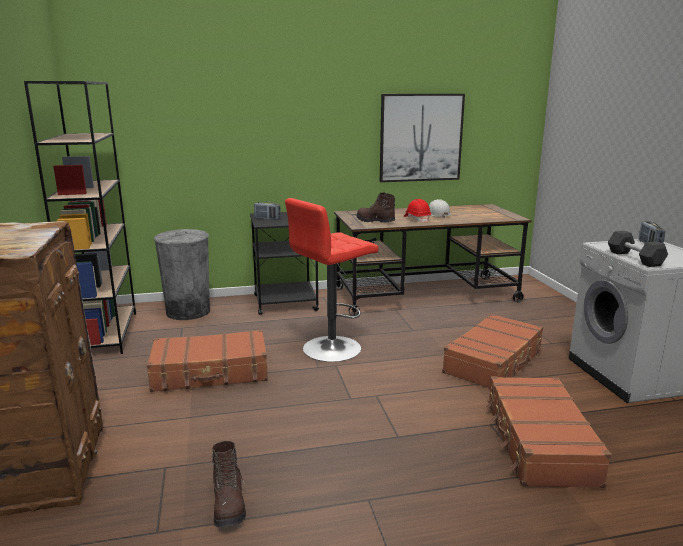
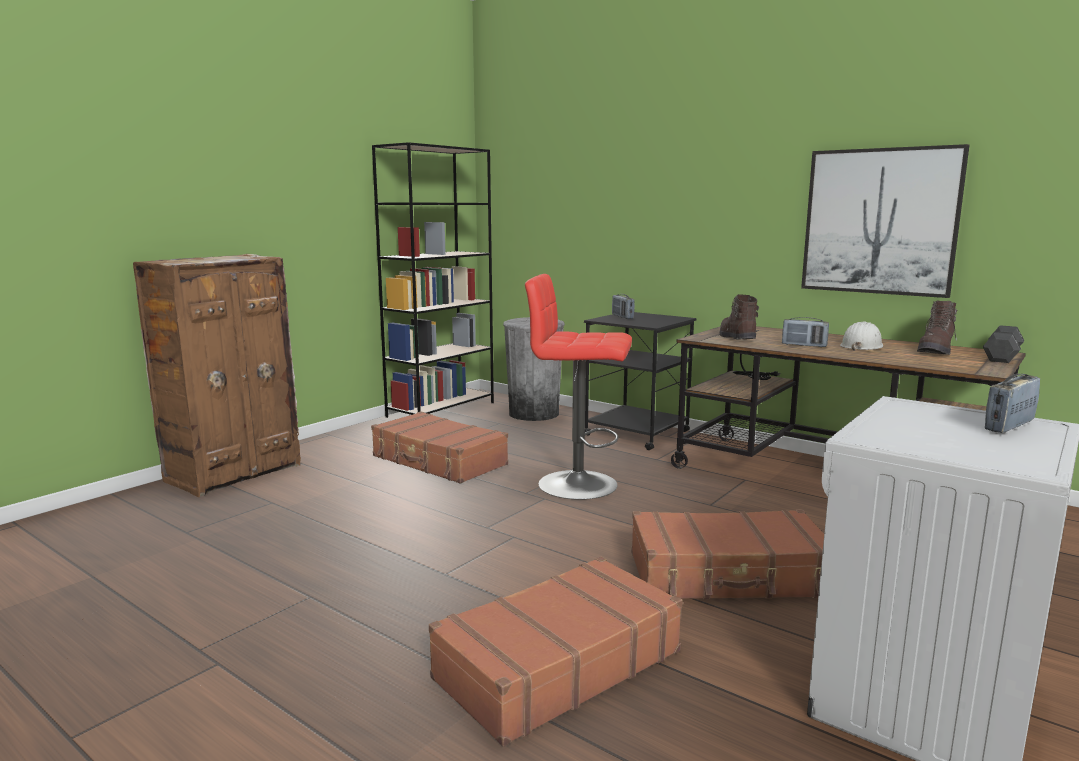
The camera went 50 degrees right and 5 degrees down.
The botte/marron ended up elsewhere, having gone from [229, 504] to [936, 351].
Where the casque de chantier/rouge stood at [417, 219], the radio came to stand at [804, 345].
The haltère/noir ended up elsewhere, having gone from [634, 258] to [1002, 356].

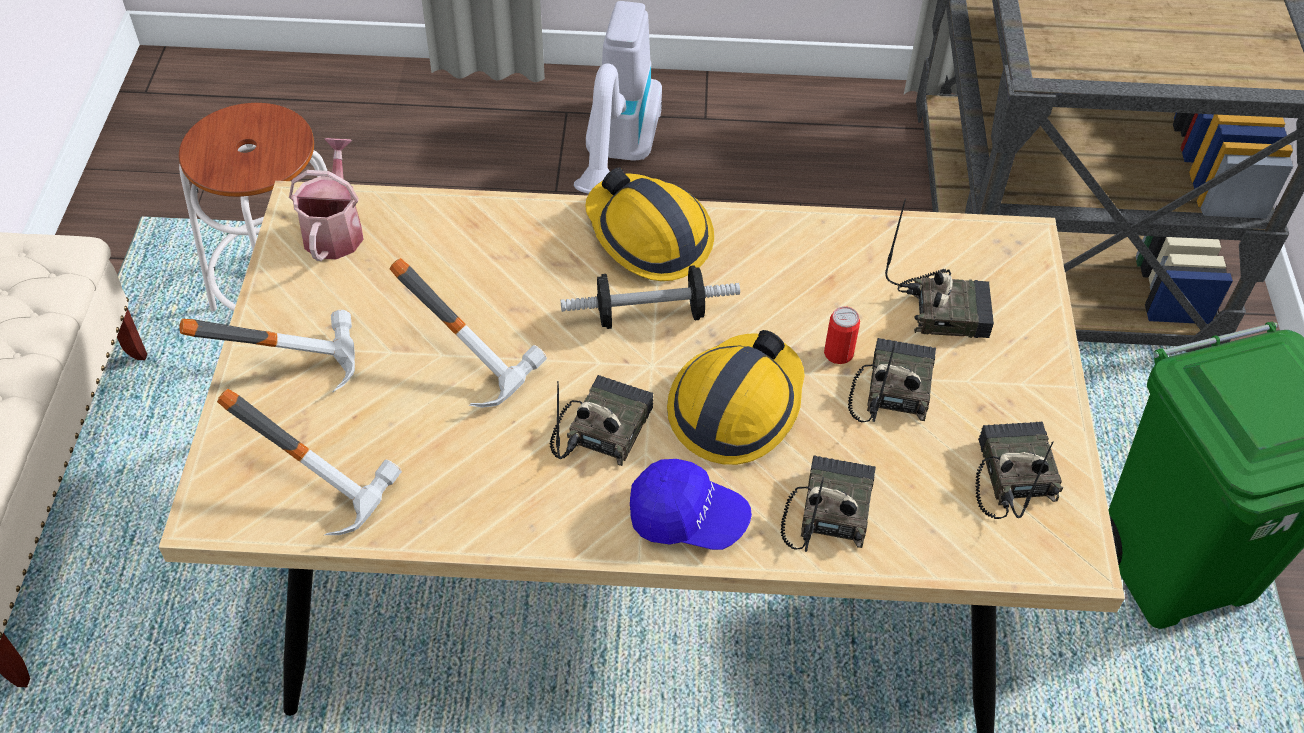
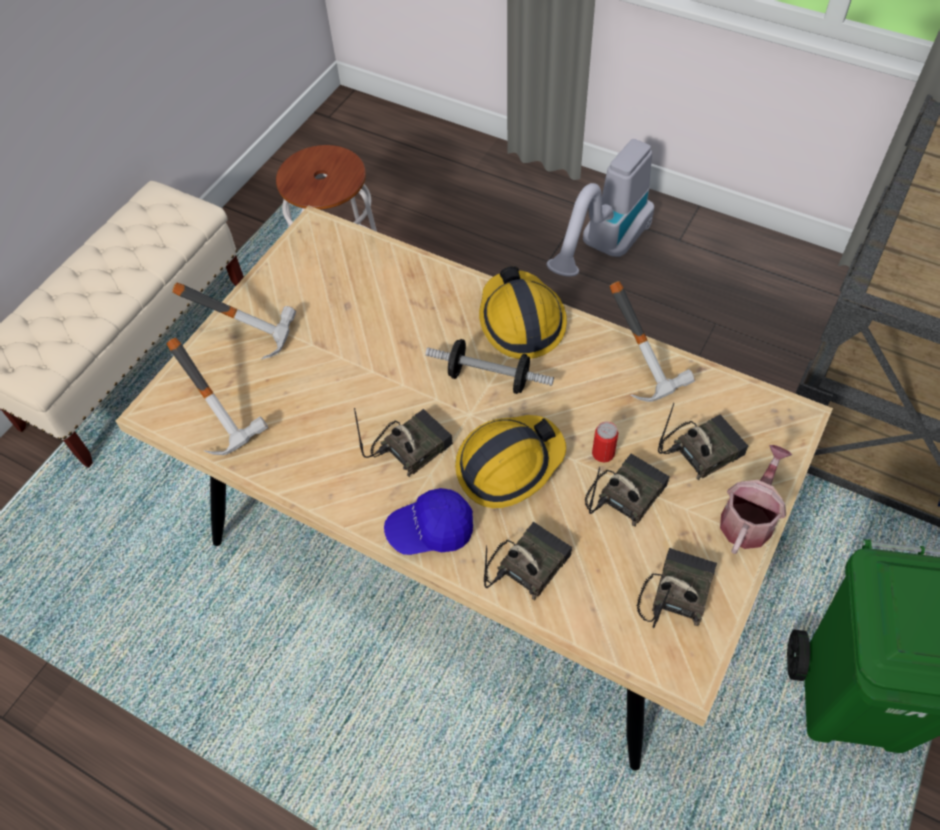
The camera went 30 degrees right and 5 degrees up.
The arrosoir ended up elsewhere, having gone from [335, 229] to [749, 518].
The marteau ended up elsewhere, having gone from [477, 357] to [647, 364].
The casquette/bleu at [687, 518] ended up facing another way, 120 degrees clockwise from before.
The radio at [945, 310] ended up facing another way, 60 degrees counterclockwise from before.

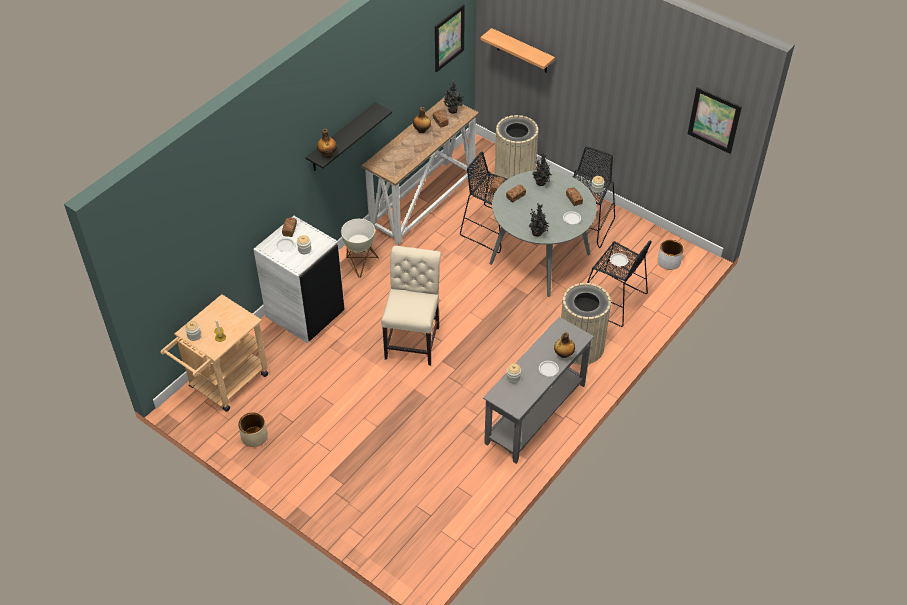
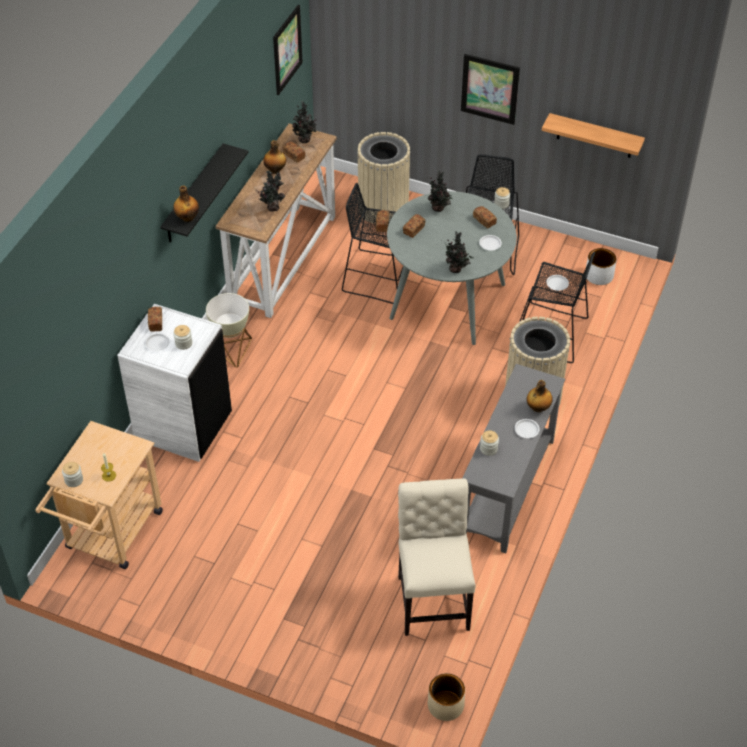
The camera went 15 degrees left and 0 degrees up.
The cache-pot/beige ended up elsewhere, having gone from [254, 436] to [445, 705].
The chaise/beige ended up elsewhere, having gone from [414, 340] to [433, 597].
The étagère ended up elsewhere, having gone from [522, 51] to [595, 136].
The tableau ended up elsewhere, having gone from [714, 120] to [490, 89].
The second view gained the plante en pot at [272, 207].

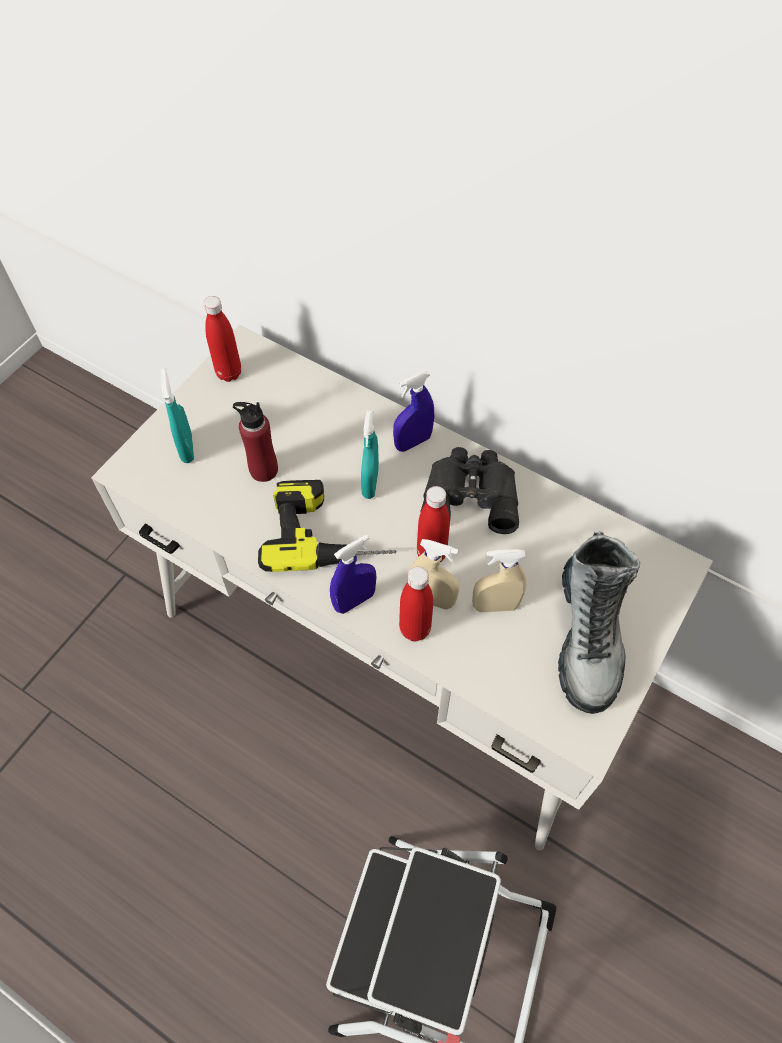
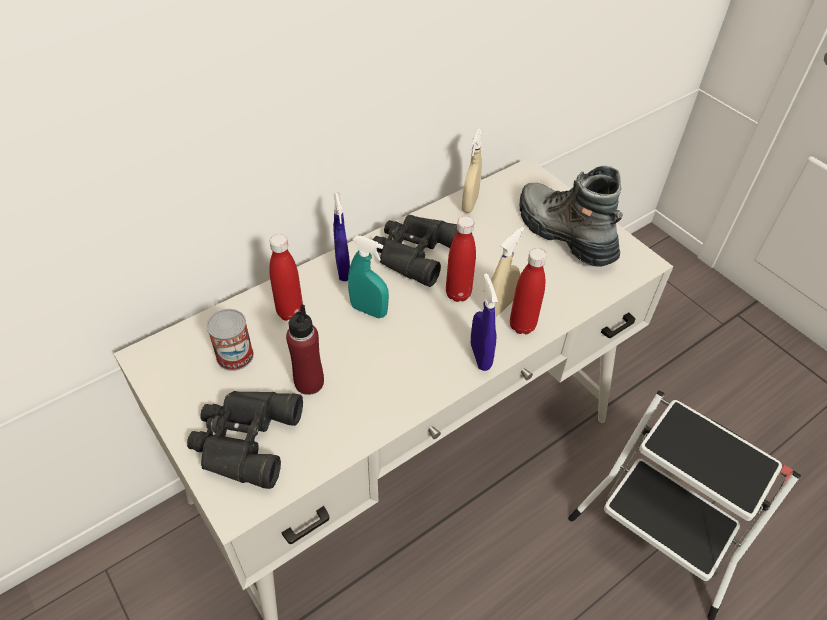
The camera went 70 degrees left and 10 degrees down.
Where the vaporisateur/turquoise stood at [187, 448], the jumelles/noir came to stand at [243, 440].
The bouteille/rouge ended up elsewhere, having gone from [229, 373] to [290, 312].
The second view lost the perceuse at [328, 531].
The vaporisateur/beige ended up elsewhere, having gone from [495, 606] to [469, 204].
The botte at [587, 636] ended up facing another way, 150 degrees counterclockwise from before.
The second view gained the boîte métallique at [235, 356].

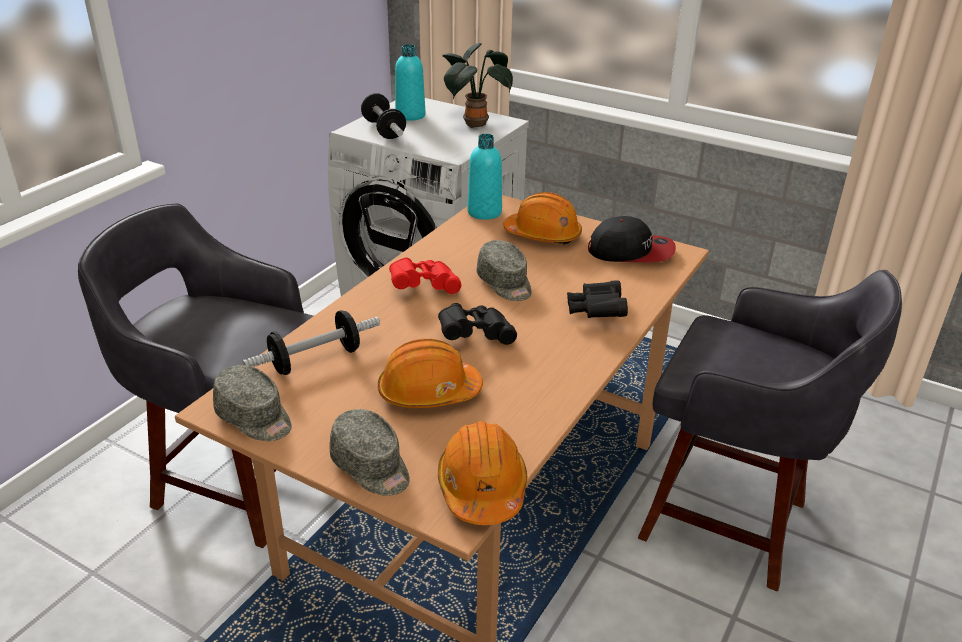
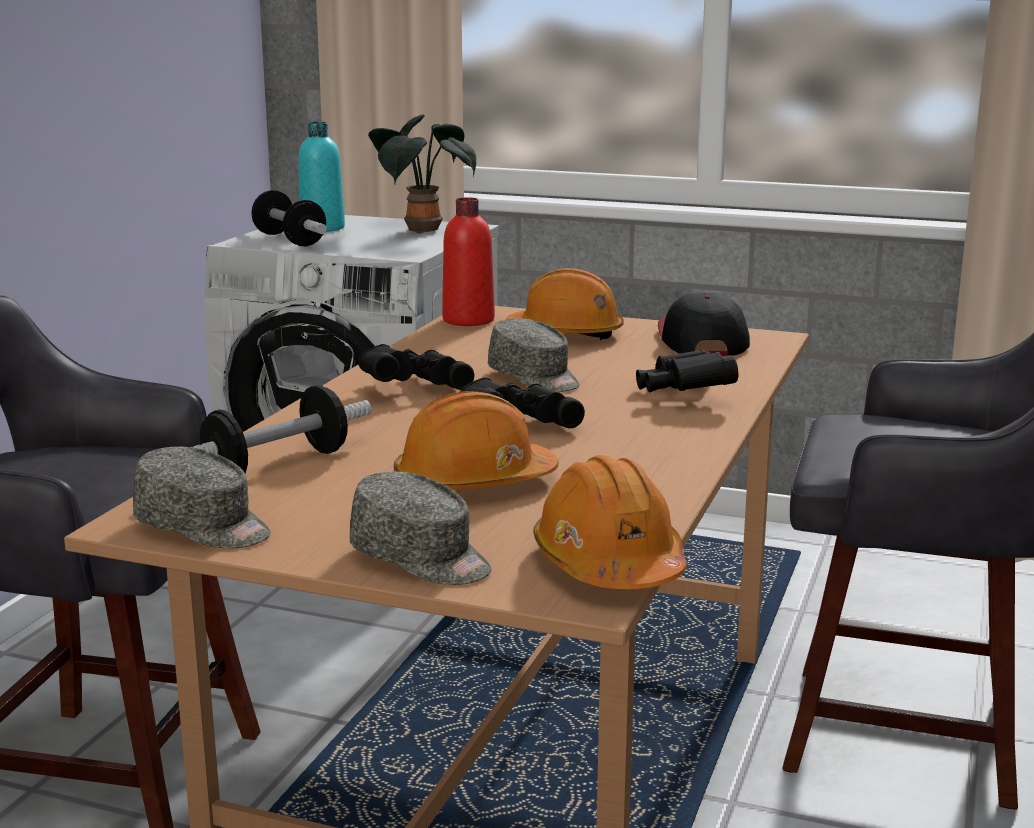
The camera went 10 degrees left and 15 degrees down.
What was the jumelles/rouge at [423, 286] turned into the jumelles/noir at [412, 388].
What was the bouteille/turquoise at [484, 212] turned into the bouteille/rouge at [468, 320].
The casquette at [631, 251] ended up facing another way, 90 degrees counterclockwise from before.

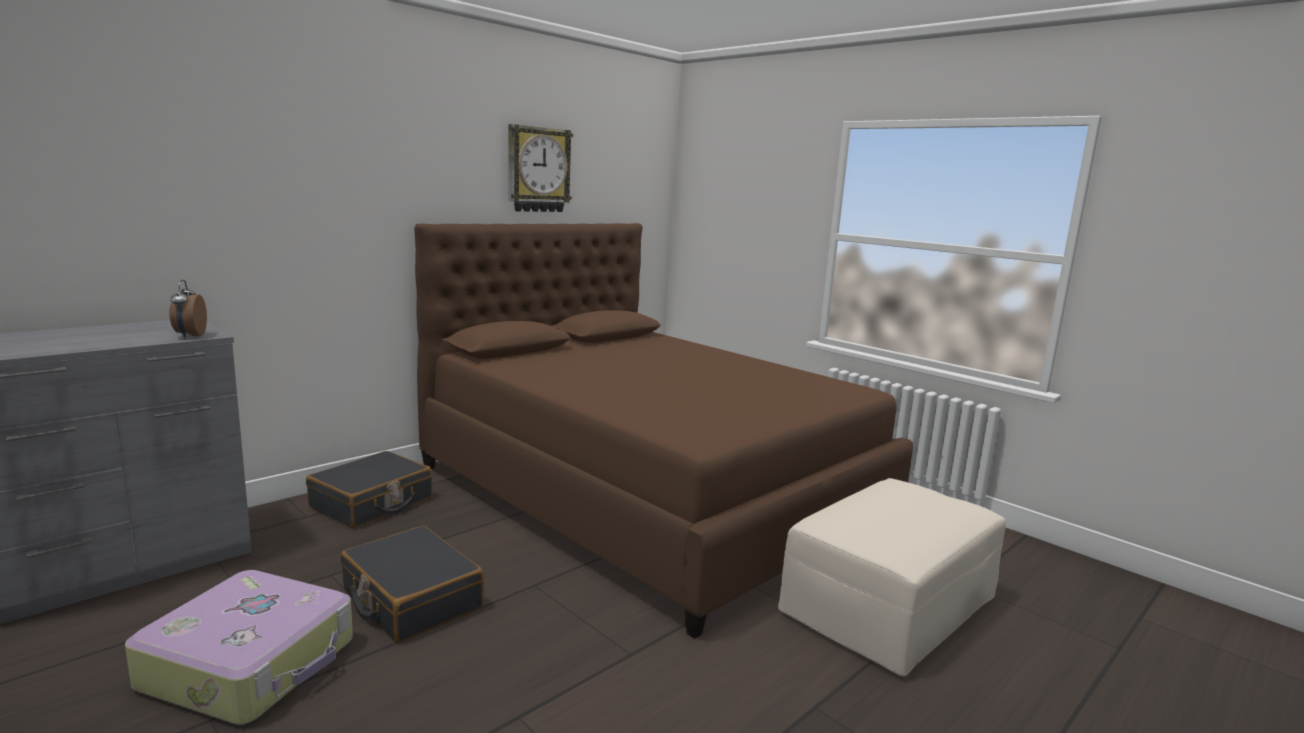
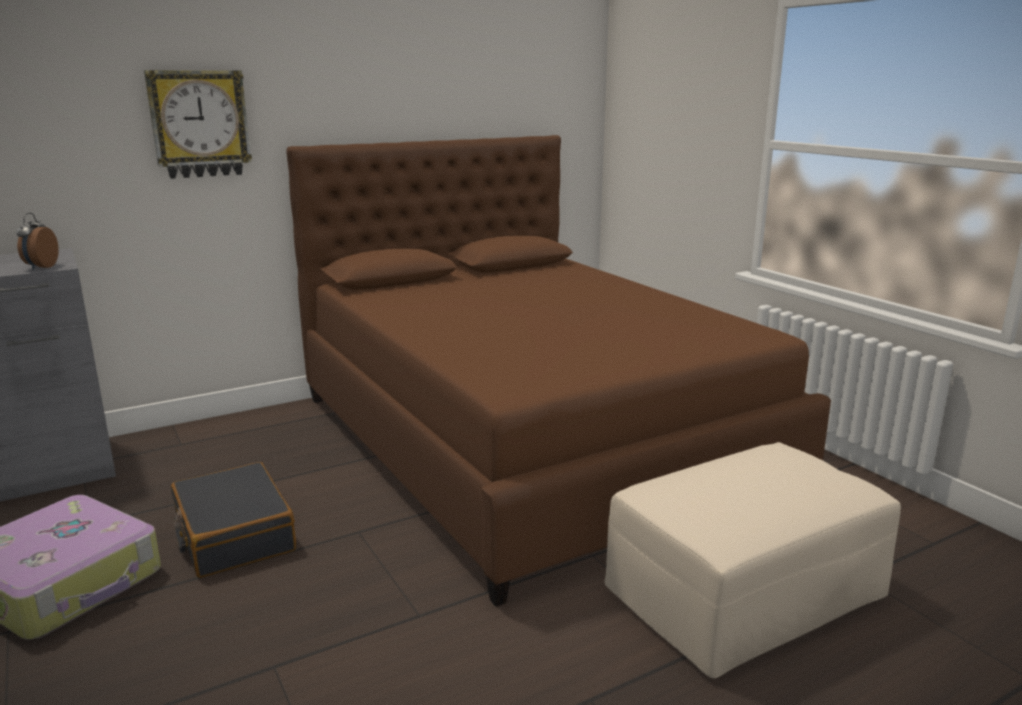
The camera went 15 degrees right and 5 degrees up.
The second view lost the valise/noir at [372, 503].
The horloge murale ended up elsewhere, having gone from [538, 170] to [199, 124].

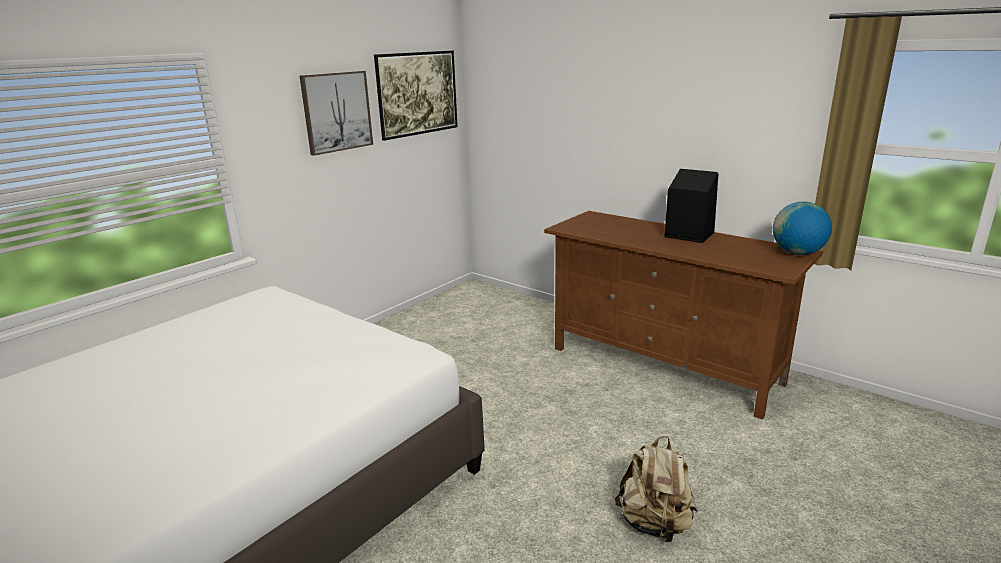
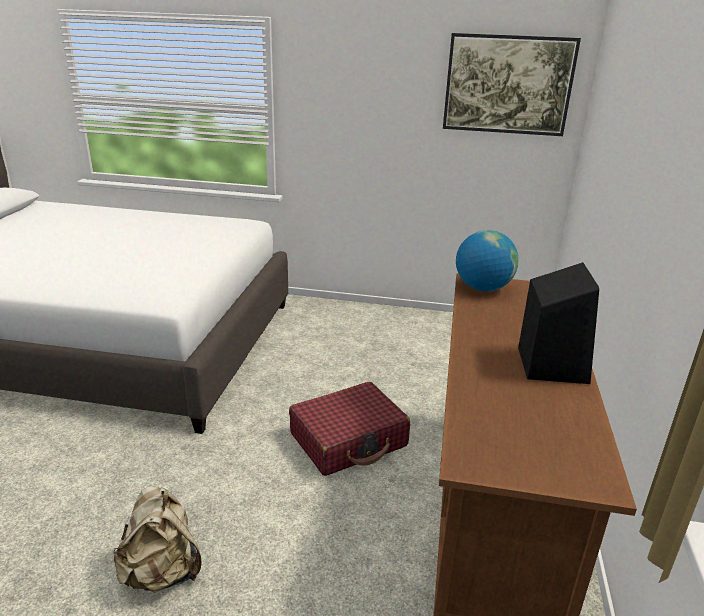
The camera went 60 degrees right and 5 degrees up.
The second view lost the tableau at [336, 112].
The globe ended up elsewhere, having gone from [797, 253] to [482, 288].
The second view gained the valise/rouge at [349, 440].

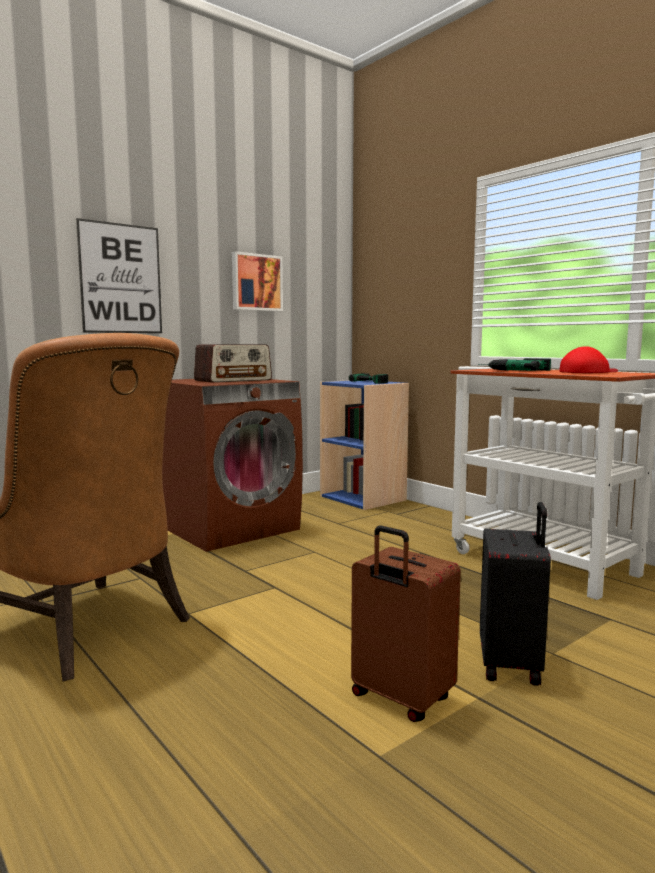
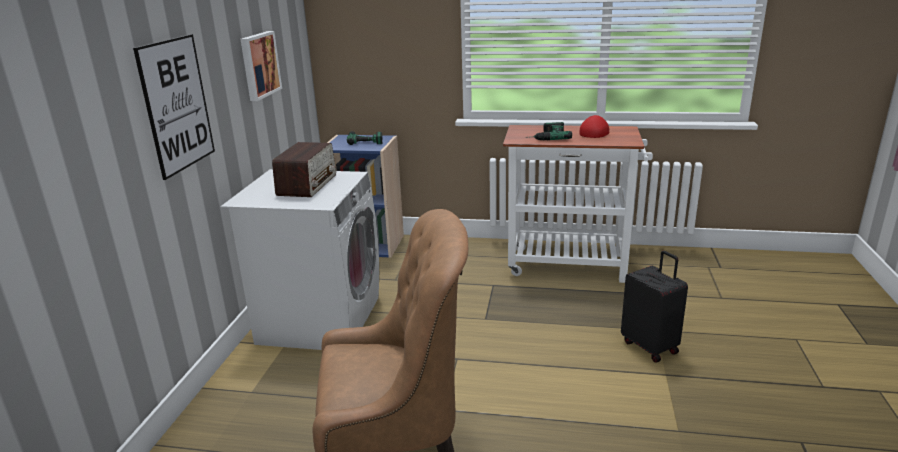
The camera went 40 degrees left and 15 degrees up.
What was the lave-linge/marron at [229, 527] turned into the lave-linge/blanc at [318, 318].
The second view lost the valise/marron at [400, 699].

